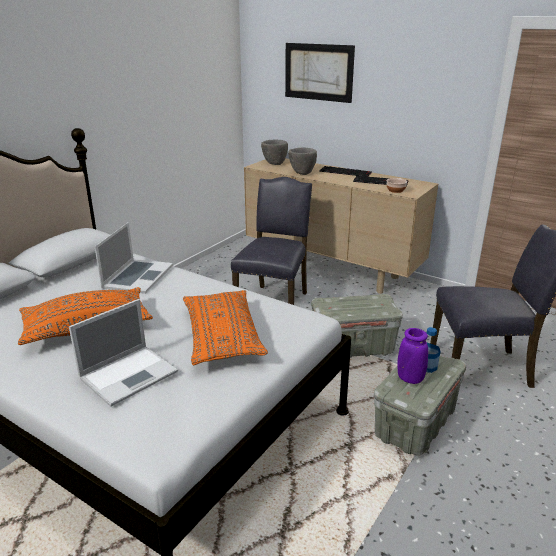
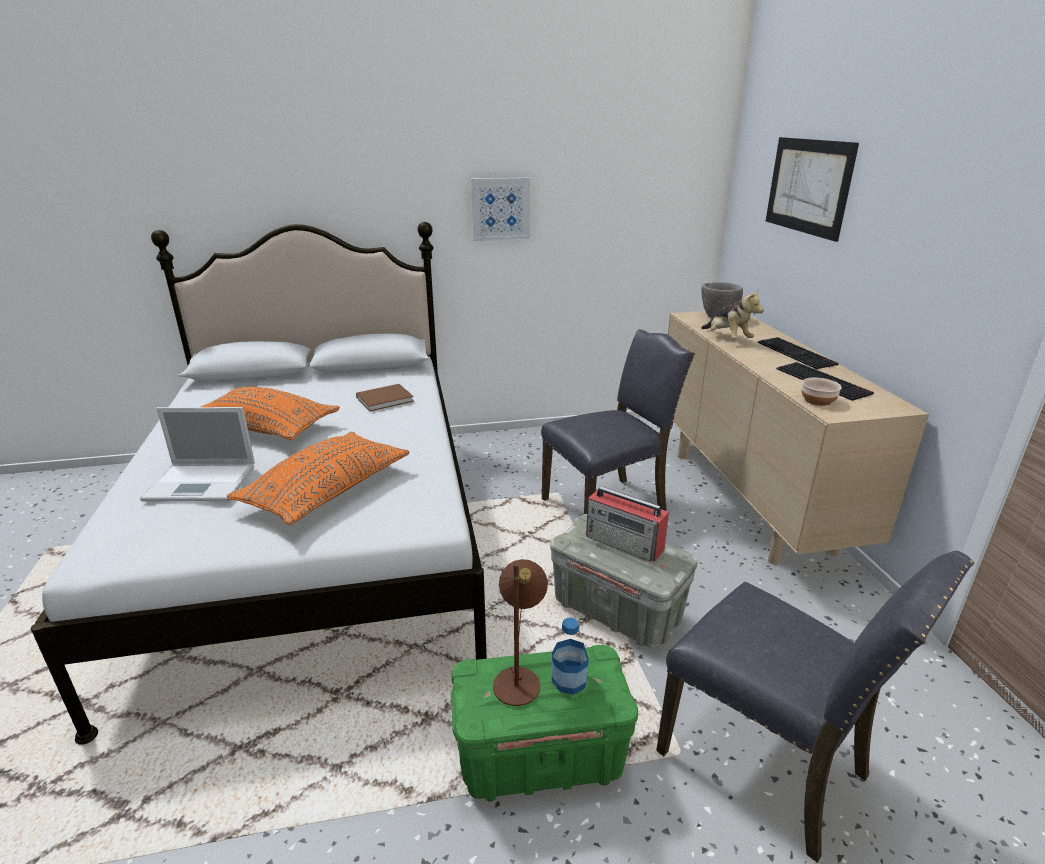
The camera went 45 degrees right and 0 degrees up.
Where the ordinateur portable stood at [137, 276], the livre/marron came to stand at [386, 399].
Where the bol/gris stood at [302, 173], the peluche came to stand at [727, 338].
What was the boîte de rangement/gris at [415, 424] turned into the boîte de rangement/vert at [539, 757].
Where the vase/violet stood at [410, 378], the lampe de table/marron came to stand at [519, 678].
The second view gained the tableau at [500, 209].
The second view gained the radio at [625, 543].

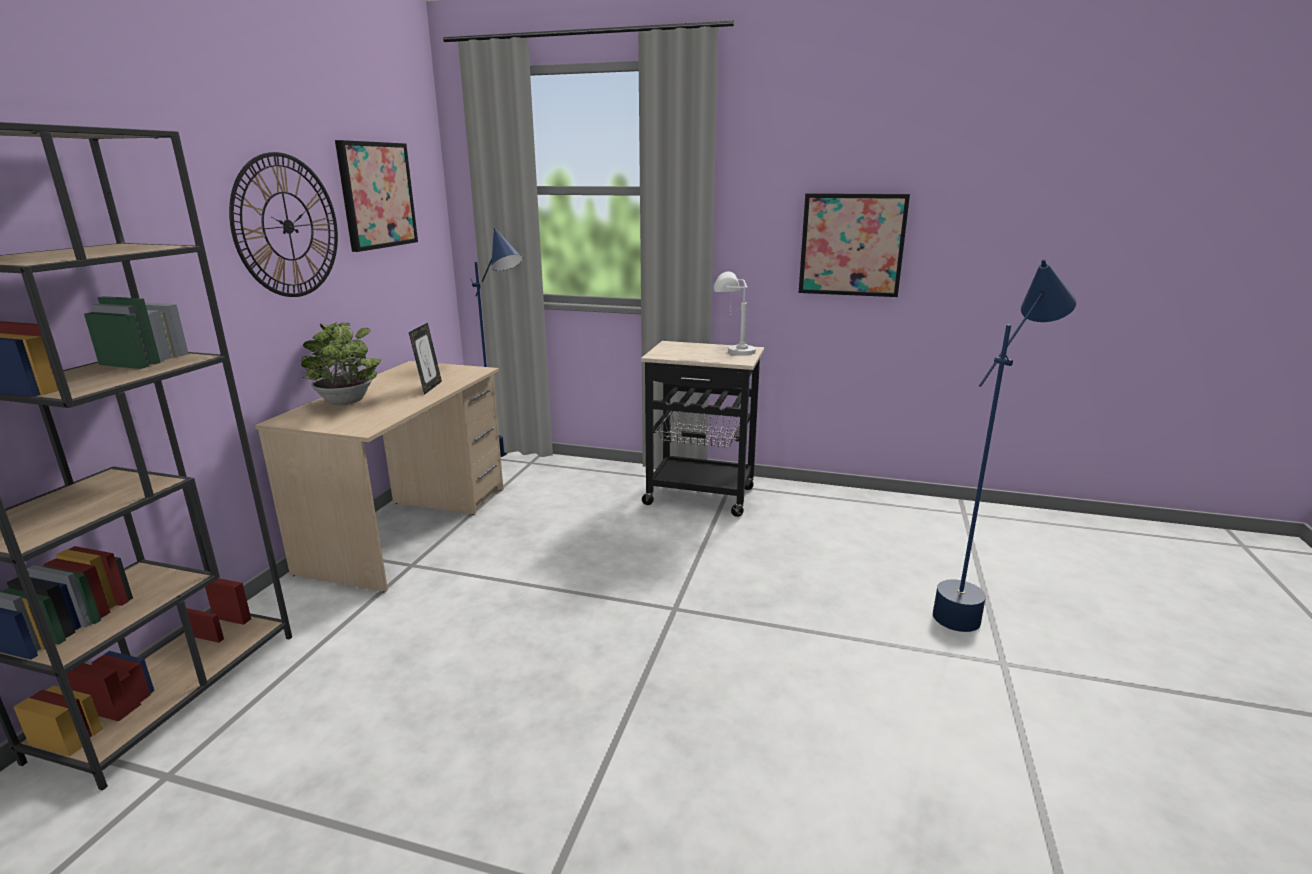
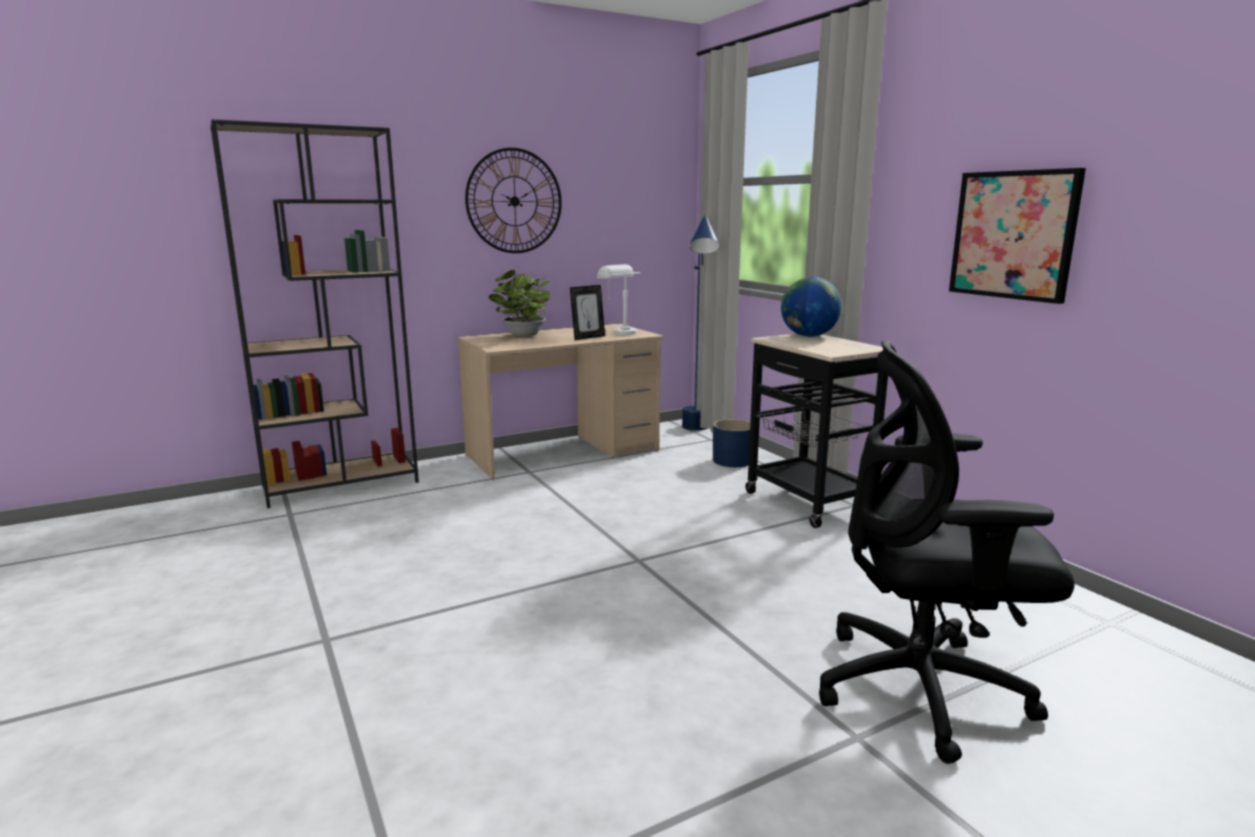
The camera went 45 degrees right and 5 degrees down.
The second view lost the tableau at [377, 195].
The lampe de table/blanc ended up elsewhere, having gone from [732, 352] to [619, 332].
Where the lampadaire/bleu stood at [973, 603], the chaise de bureau/noir came to stand at [932, 686].
The second view gained the cache-pot/bleu at [732, 461].
The second view gained the globe at [808, 336].

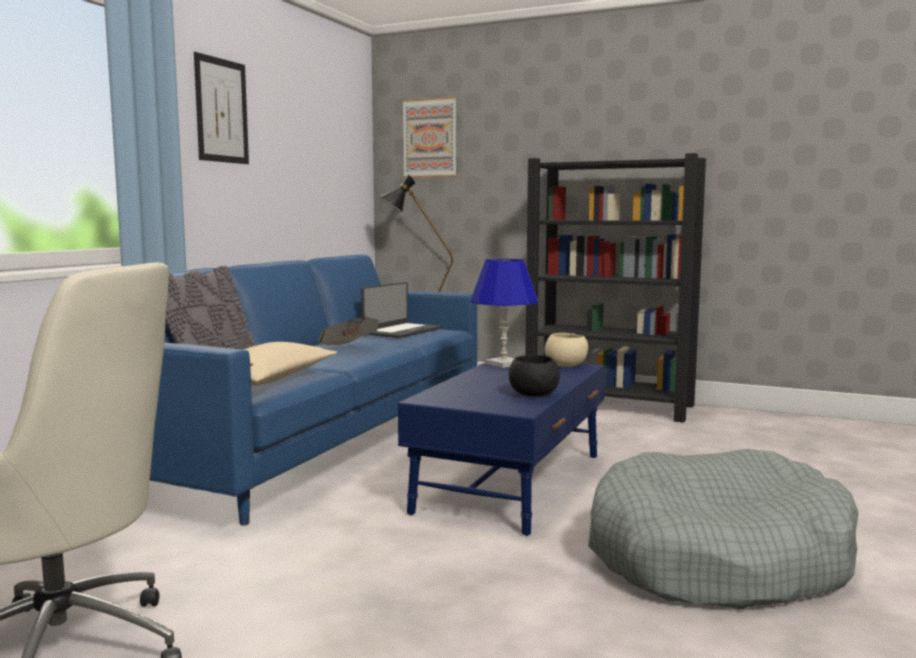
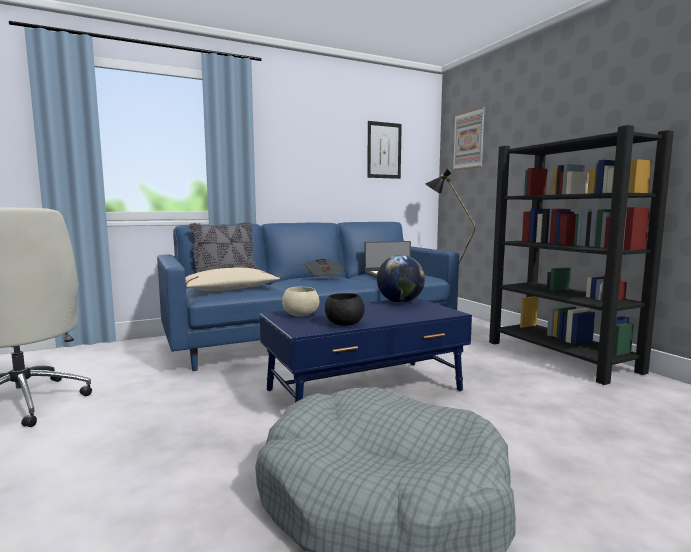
The camera went 40 degrees right and 0 degrees up.
The tableau ended up elsewhere, having gone from [221, 111] to [384, 150].
Where the lampe de table/bleu stood at [503, 363], the globe came to stand at [400, 302].
The bol/beige ended up elsewhere, having gone from [566, 366] to [300, 315].

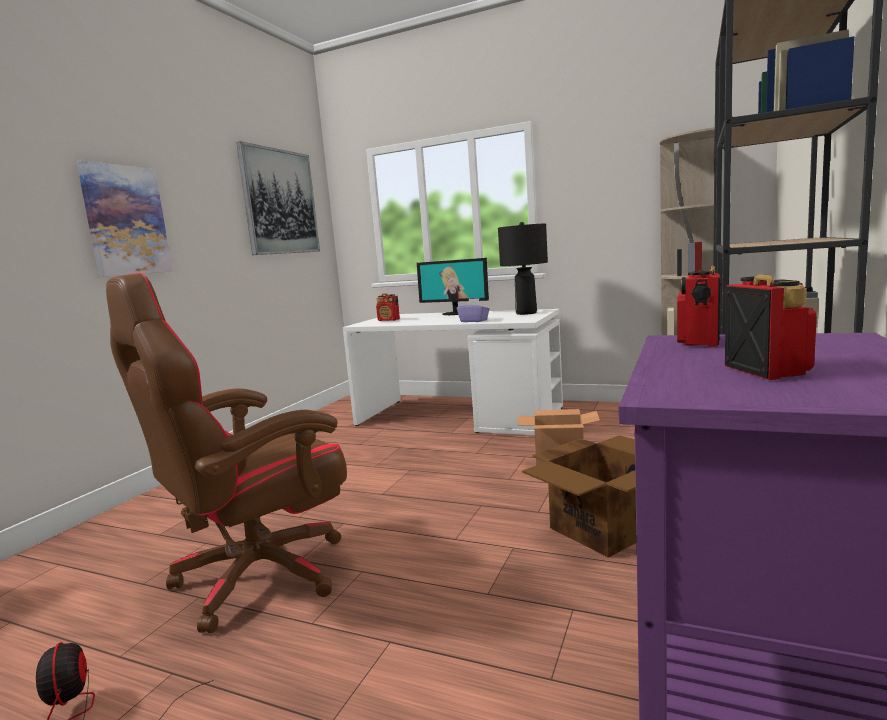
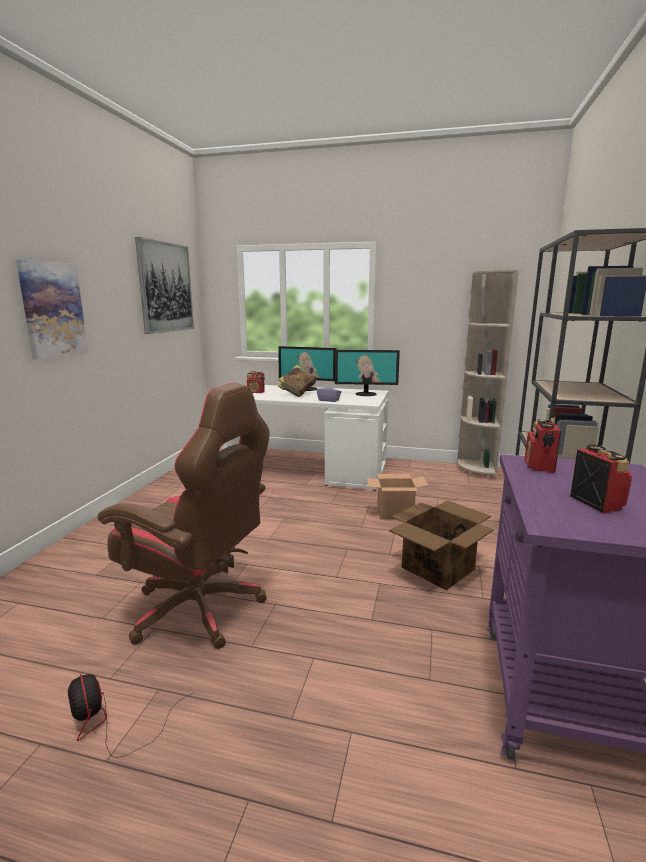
The camera went 10 degrees left and 5 degrees up.
The chaise de bureau/marron at [260, 574] ended up facing another way, 105 degrees counterclockwise from before.
Where the lampe de table/noir stood at [526, 313], the écran d'ordinateur came to stand at [366, 394].
The second view gained the livre at [298, 394].

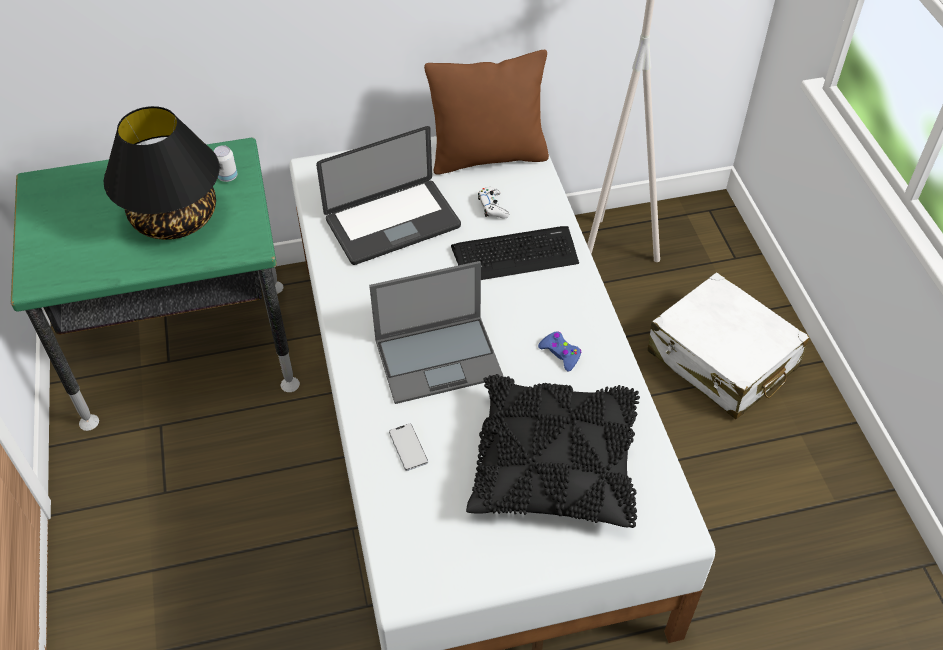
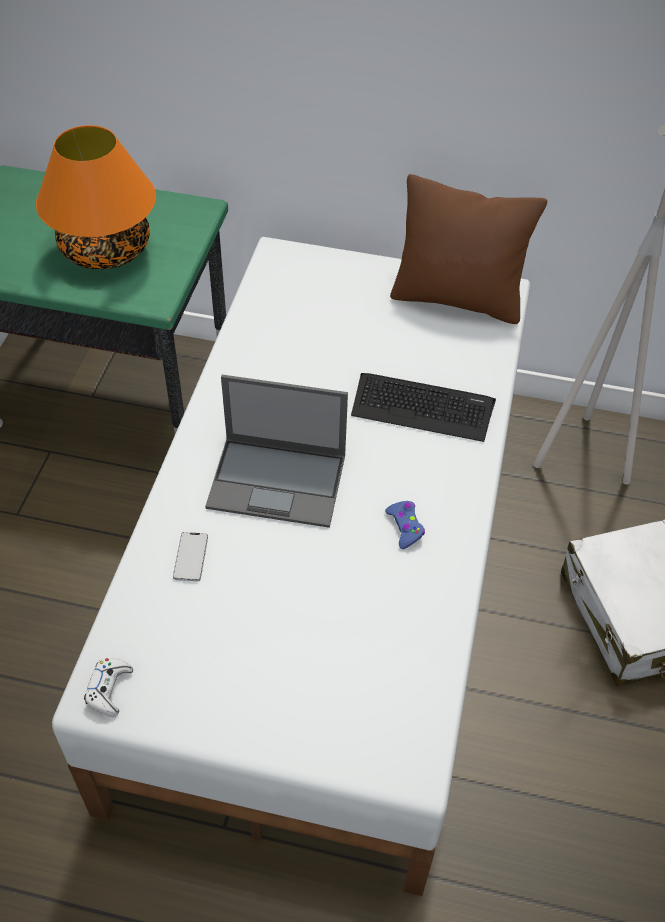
The camera went 25 degrees right and 0 degrees up.
What was the lampe de table/noir at [175, 217] turned into the lampe de table/orange at [106, 250].
The second view lost the boîte métallique at [228, 177].
The second view lost the ordinateur portable at [393, 223].
The second view lost the coussin/noir at [554, 463].
The manette/blanc ended up elsewhere, having gone from [492, 207] to [109, 690].

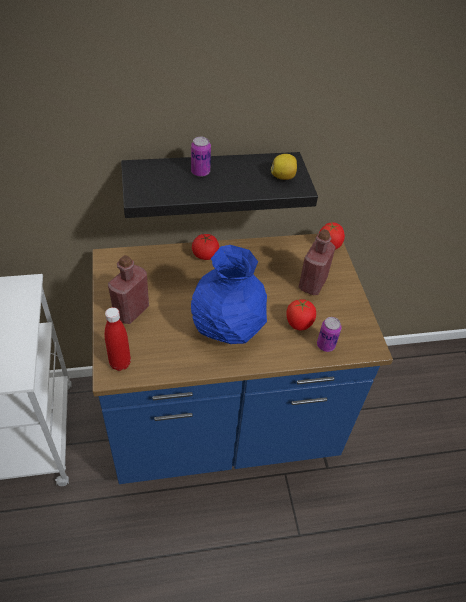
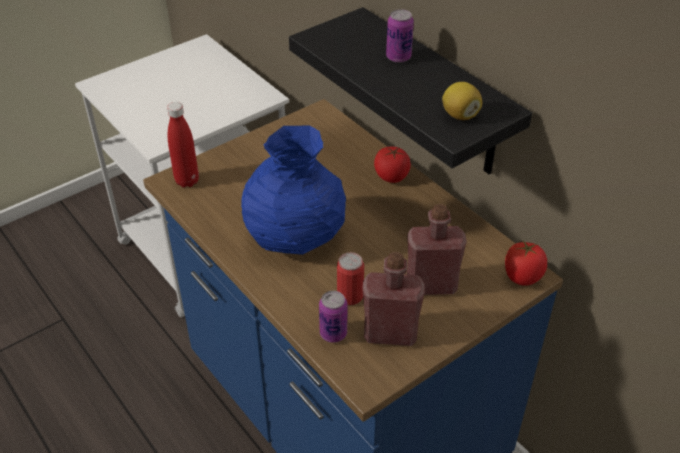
The camera went 65 degrees right and 5 degrees down.
The bouteille/rouge ended up elsewhere, having gone from [131, 311] to [390, 333].
Where the tomate stood at [299, 323], the boîte métallique came to stand at [350, 296].

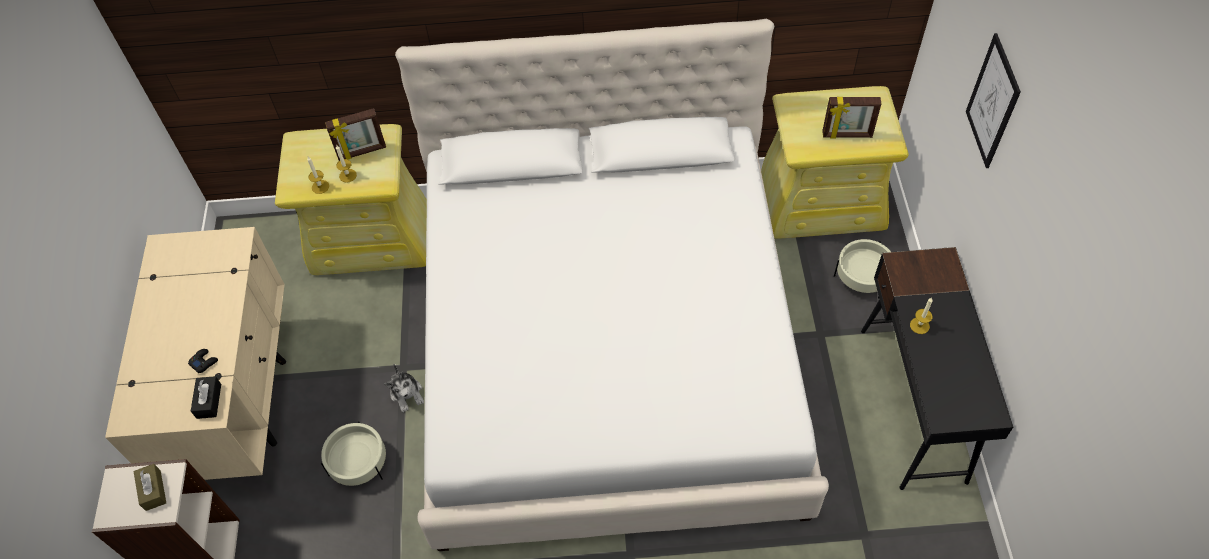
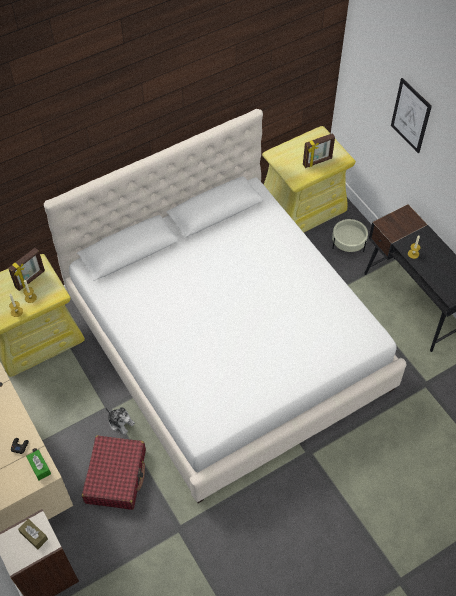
The camera went 30 degrees left and 0 degrees up.
What was the boîte à mouchoirs/noir at [209, 401] turned into the boîte à mouchoirs/vert at [39, 467].
Where the cache-pot/beige stood at [359, 463], the valise/rouge came to stand at [116, 476].

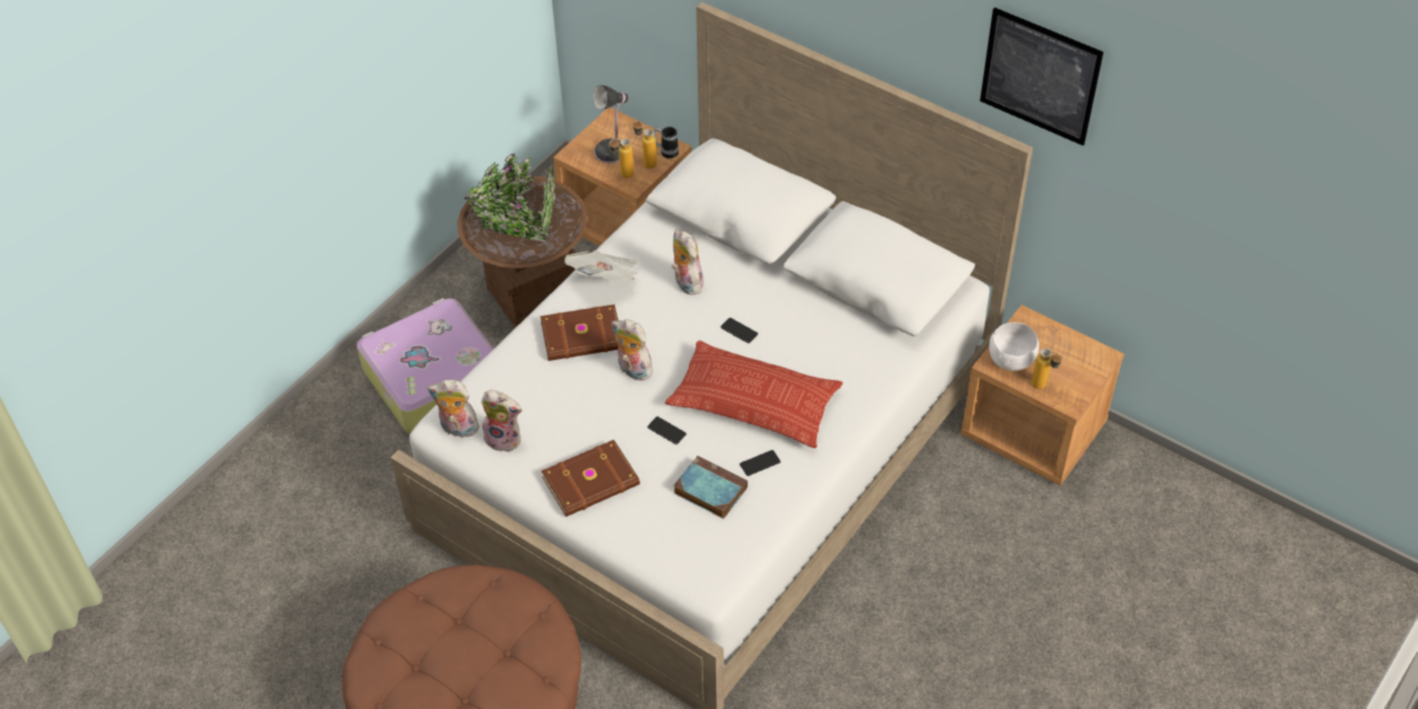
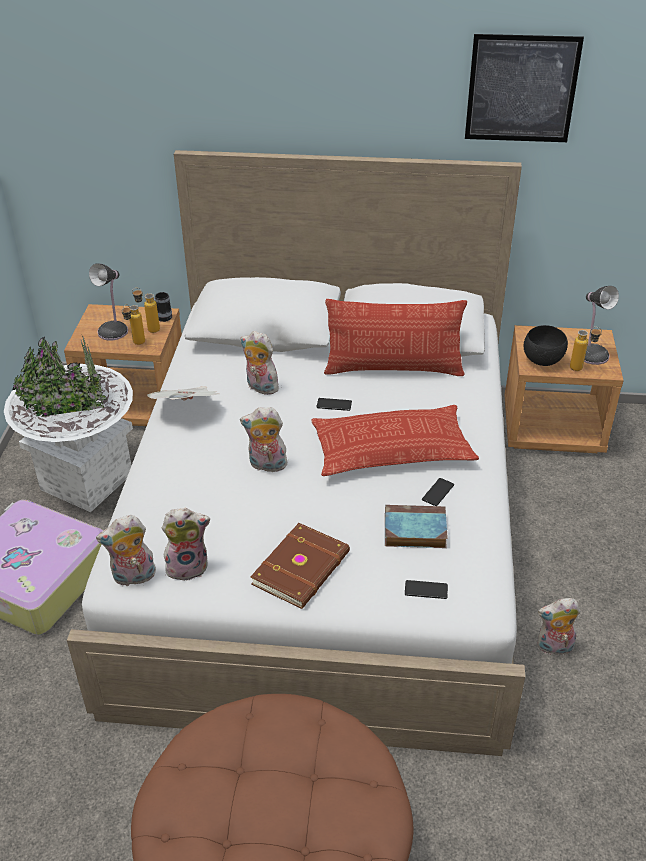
The camera went 30 degrees left and 10 degrees down.
What was the cache-pot/marron at [532, 296] turned into the cache-pot/blanc at [87, 481].
The second view lost the livre/marron at [583, 337].
The téléphone ended up elsewhere, having gone from [666, 431] to [426, 590].
What was the bol/blanc at [1012, 361] turned into the bol/noir at [543, 361].
The second view gained the coussin at [393, 369].
The second view gained the peluche at [554, 648].
The second view gained the lampe de table at [591, 354].

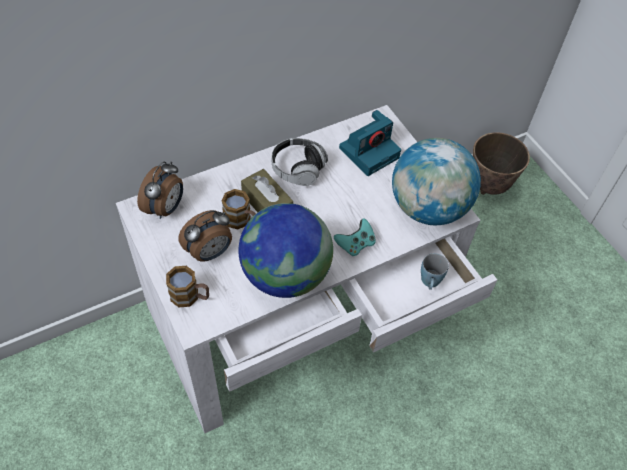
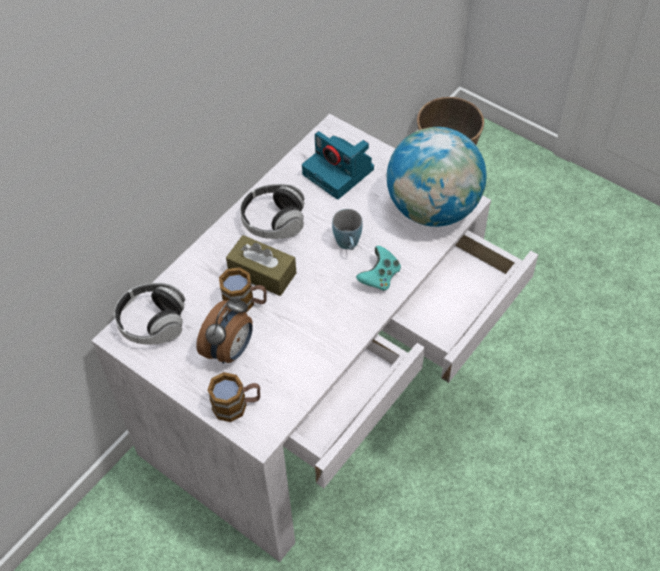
The camera went 20 degrees left and 0 degrees up.
Where the réveil stood at [166, 208], the casque audio came to stand at [153, 323].
The second view lost the globe at [285, 275].
The appareil photo at [369, 152] ended up facing another way, 105 degrees clockwise from before.
The mug/bleu ended up elsewhere, having gone from [430, 283] to [348, 245].

